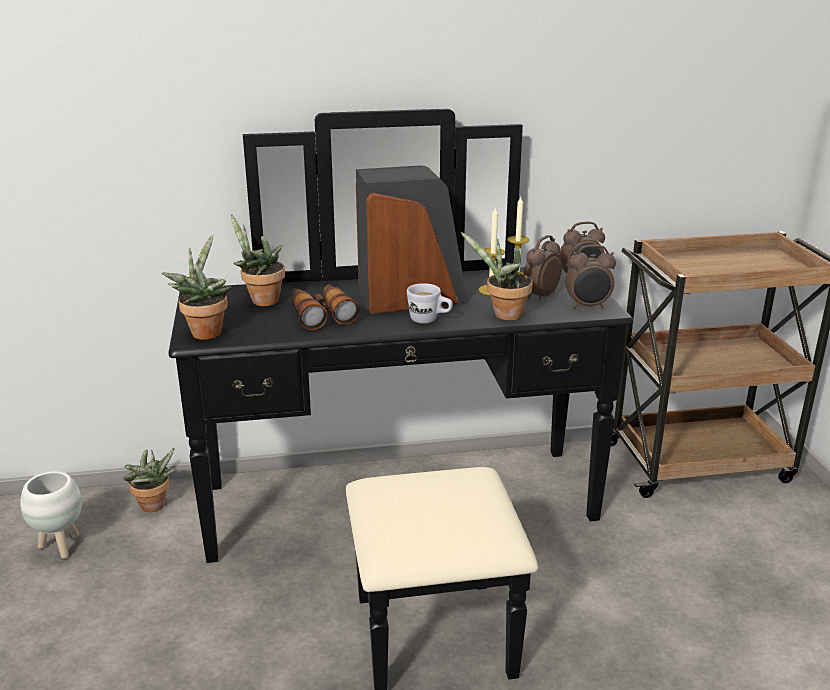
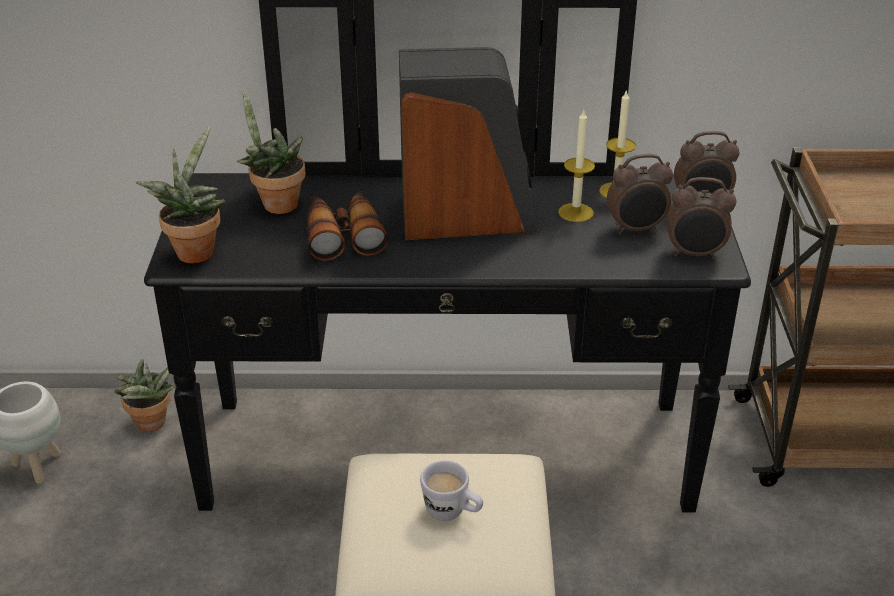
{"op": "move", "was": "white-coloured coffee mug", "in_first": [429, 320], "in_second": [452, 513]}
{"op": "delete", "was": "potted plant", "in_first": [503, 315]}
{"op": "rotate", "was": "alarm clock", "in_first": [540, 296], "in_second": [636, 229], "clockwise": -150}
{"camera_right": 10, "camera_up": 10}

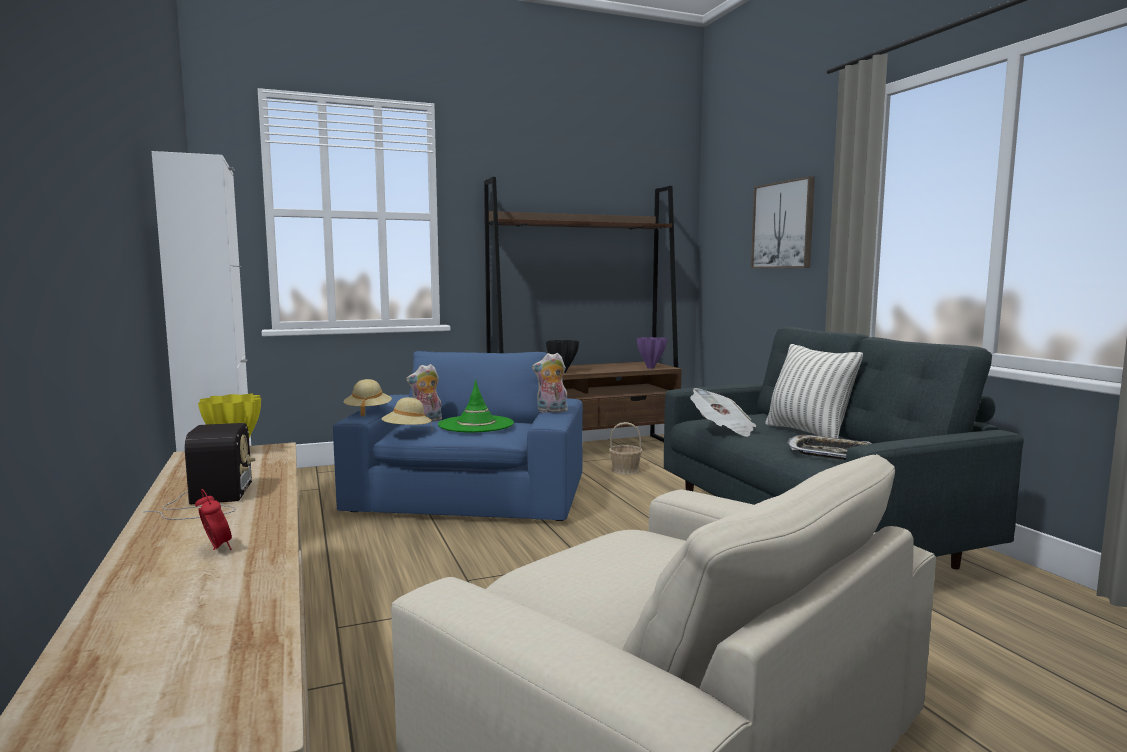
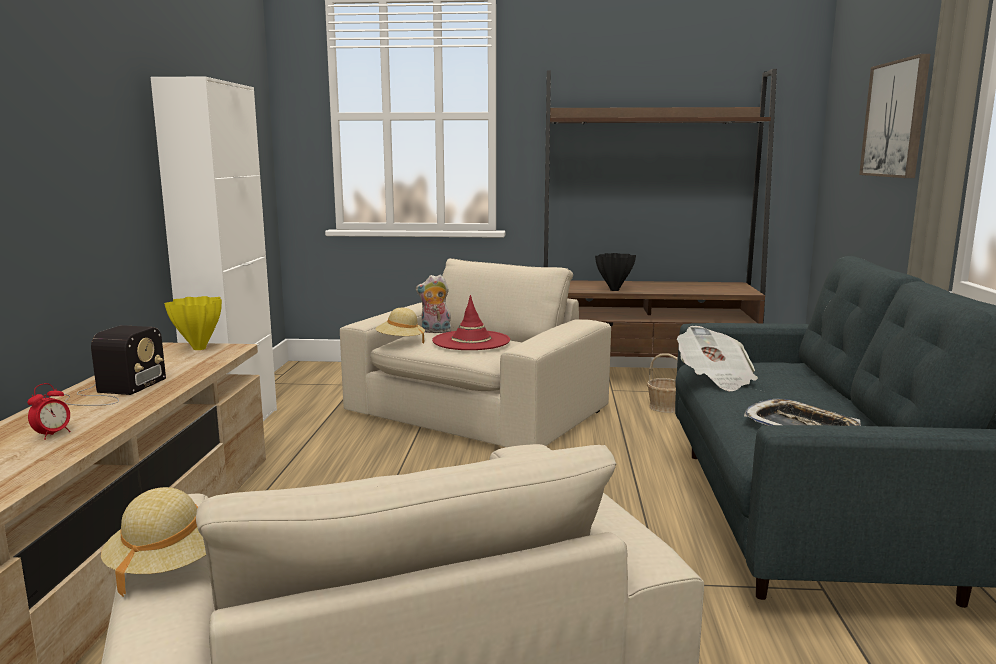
{"op": "rotate", "was": "alarm clock", "in_first": [216, 549], "in_second": [53, 435], "clockwise": 45}
{"op": "recolor", "was": "blue lounge chair", "now": "beige lounge chair", "in_first": [470, 496], "in_second": [476, 412]}
{"op": "move", "was": "beige wearable hat", "in_first": [368, 411], "in_second": [169, 565]}
{"op": "recolor", "was": "green wearable hat", "now": "reddish wearable hat", "in_first": [476, 424], "in_second": [471, 341]}
{"op": "delete", "was": "soft toy", "in_first": [551, 411]}
{"op": "delete", "was": "purple-coloured decorative vase", "in_first": [651, 368]}
{"op": "delete", "was": "throw pillow", "in_first": [808, 433]}
{"camera_right": 25, "camera_up": 5}

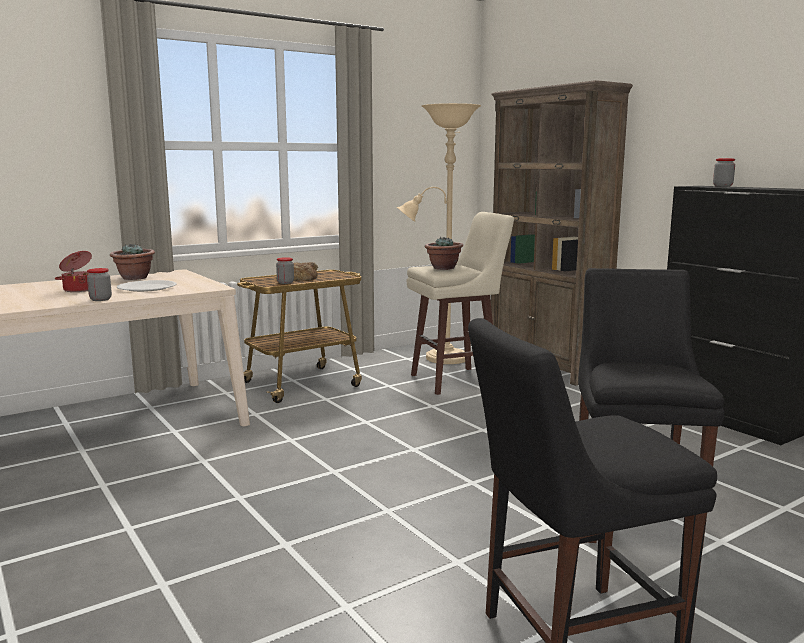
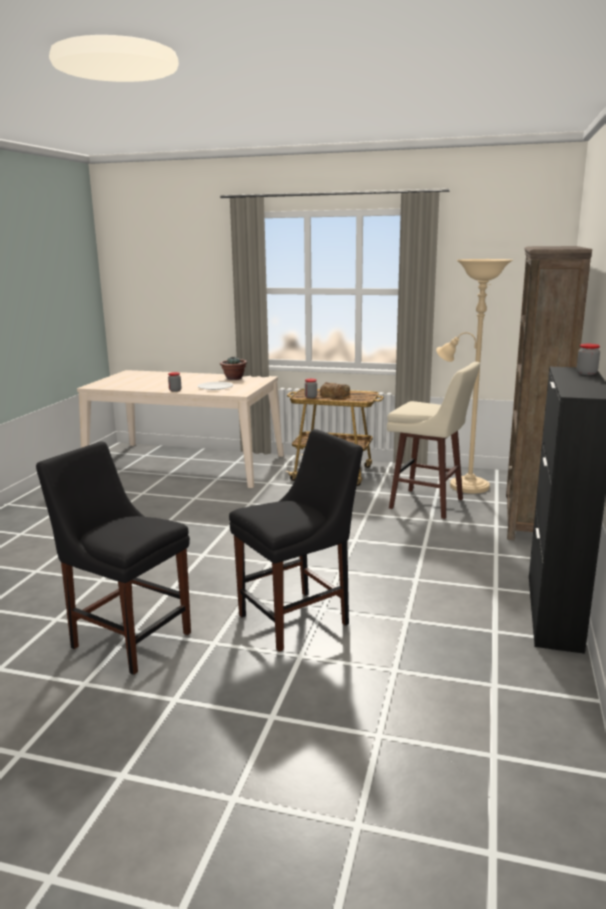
{"op": "delete", "was": "cooking pot", "in_first": [79, 290]}
{"op": "delete", "was": "potted plant", "in_first": [443, 268]}
{"camera_right": 50, "camera_up": 5}

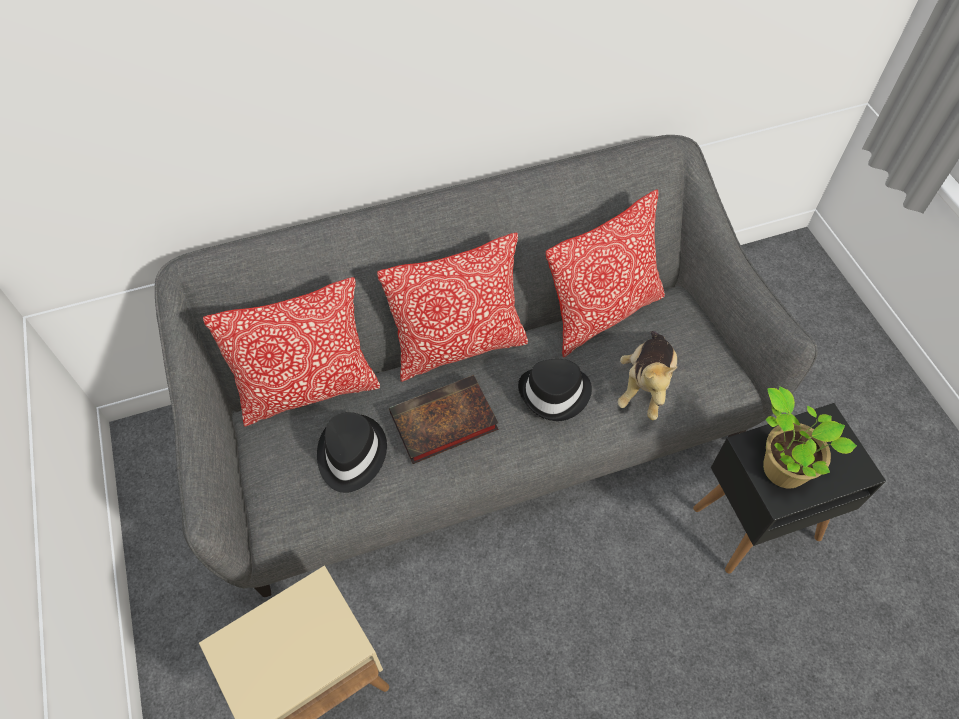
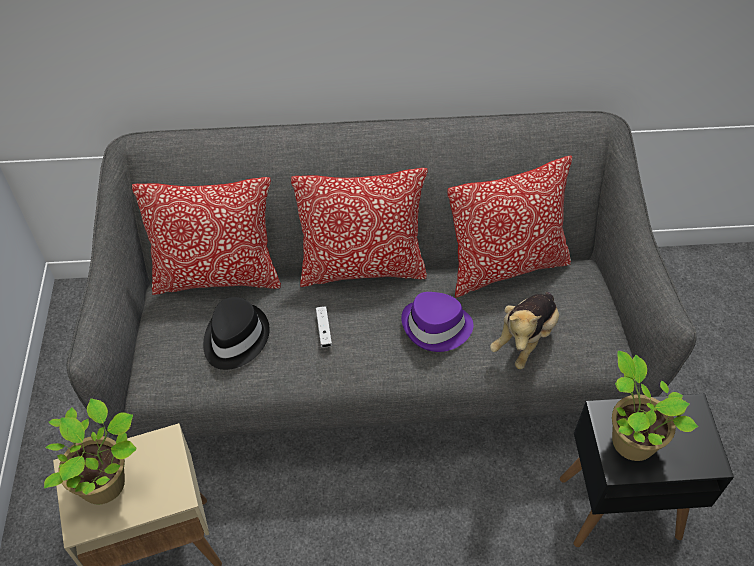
{"op": "replace", "was": "book", "now": "white-coloured game controller", "in_first": [441, 423], "in_second": [324, 330]}
{"op": "recolor", "was": "blackish wearable hat", "now": "purple-coloured wearable hat", "in_first": [555, 393], "in_second": [436, 327]}
{"op": "insert", "now": "potted plant", "in_second": [106, 482]}
{"camera_right": 15, "camera_up": -5}

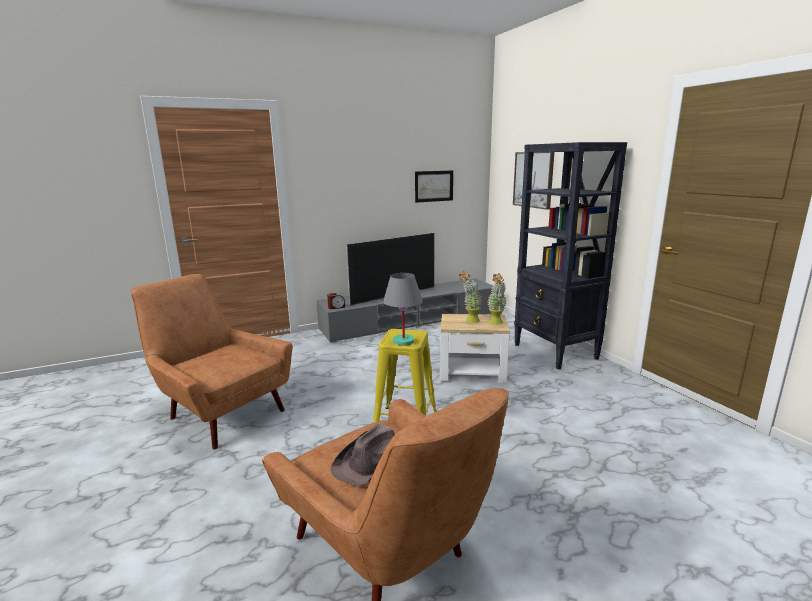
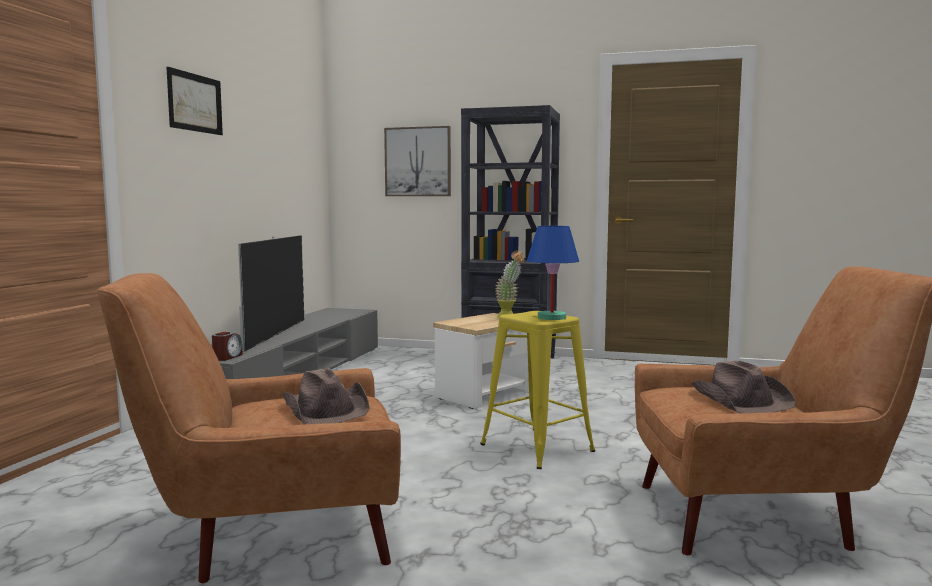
{"op": "recolor", "was": "gray lamp for a table", "now": "blue lamp for a table", "in_first": [403, 341], "in_second": [552, 317]}
{"op": "move", "was": "wall picture", "in_first": [434, 186], "in_second": [195, 103]}
{"op": "delete", "was": "potted plant", "in_first": [469, 321]}
{"op": "insert", "now": "brown wearable hat", "in_second": [327, 410]}
{"camera_right": -50, "camera_up": -10}

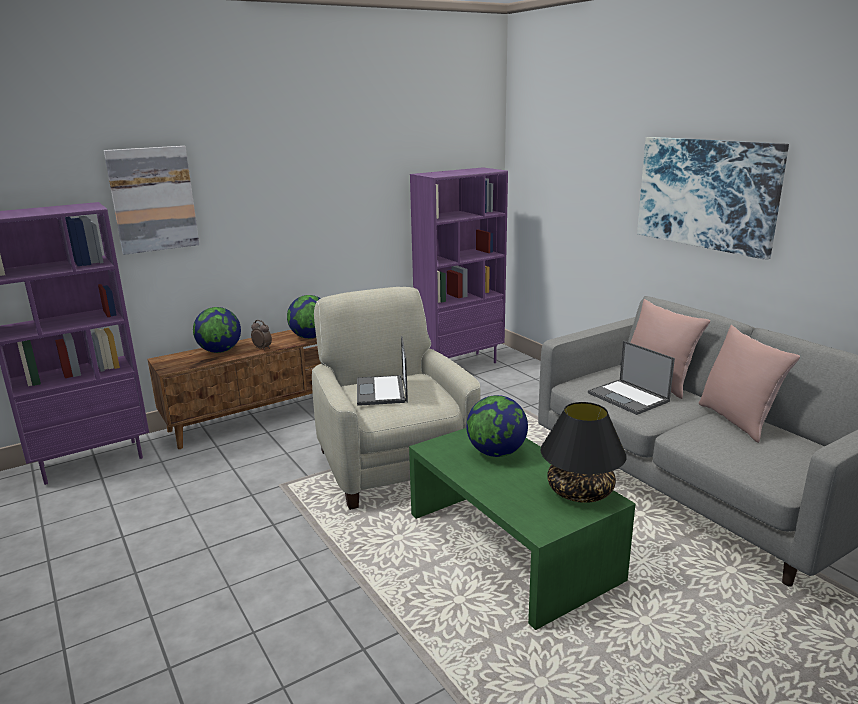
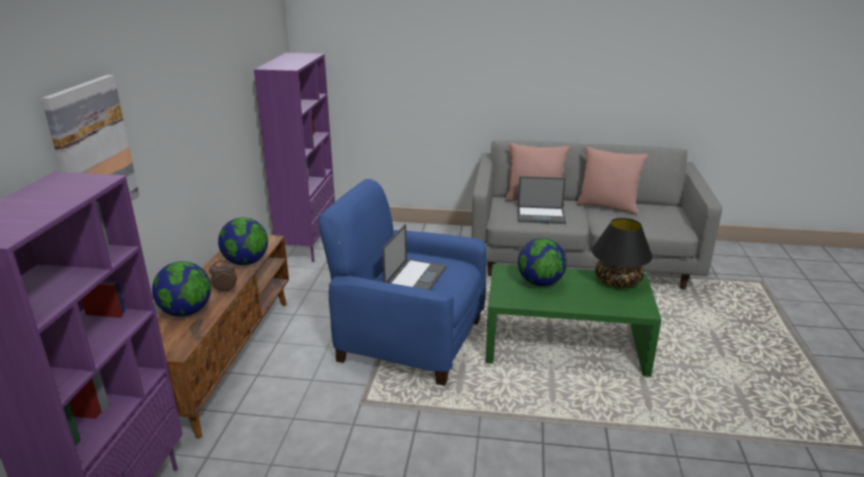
{"op": "recolor", "was": "beige lounge chair", "now": "blue lounge chair", "in_first": [394, 464], "in_second": [409, 339]}
{"op": "rotate", "was": "laptop", "in_first": [382, 391], "in_second": [415, 276], "clockwise": -105}
{"op": "delete", "was": "wall picture", "in_first": [706, 193]}
{"camera_right": -50, "camera_up": 5}

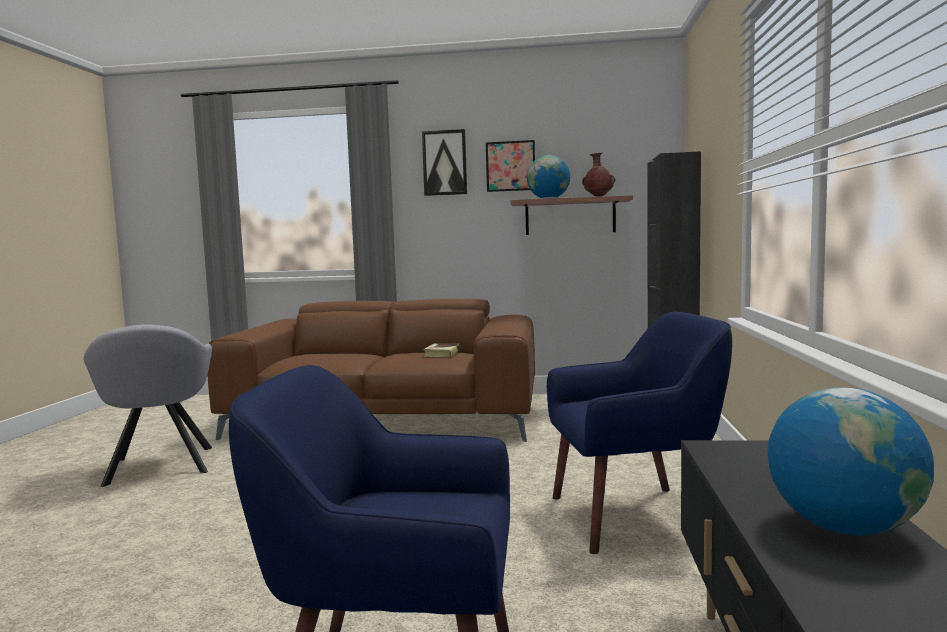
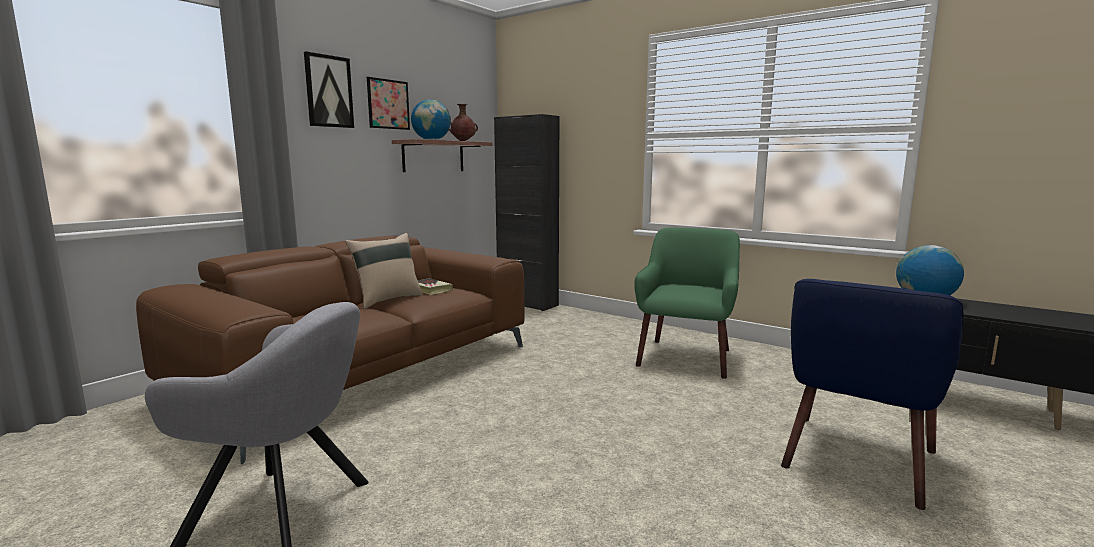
{"op": "recolor", "was": "blue lounge chair", "now": "green lounge chair", "in_first": [635, 516], "in_second": [686, 357]}
{"op": "insert", "now": "beige throw pillow", "in_second": [387, 300]}
{"camera_right": -60, "camera_up": 5}

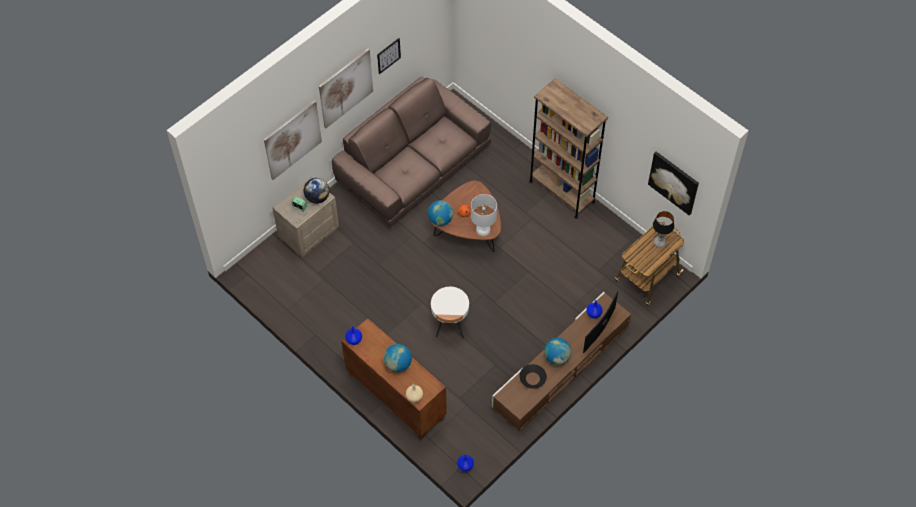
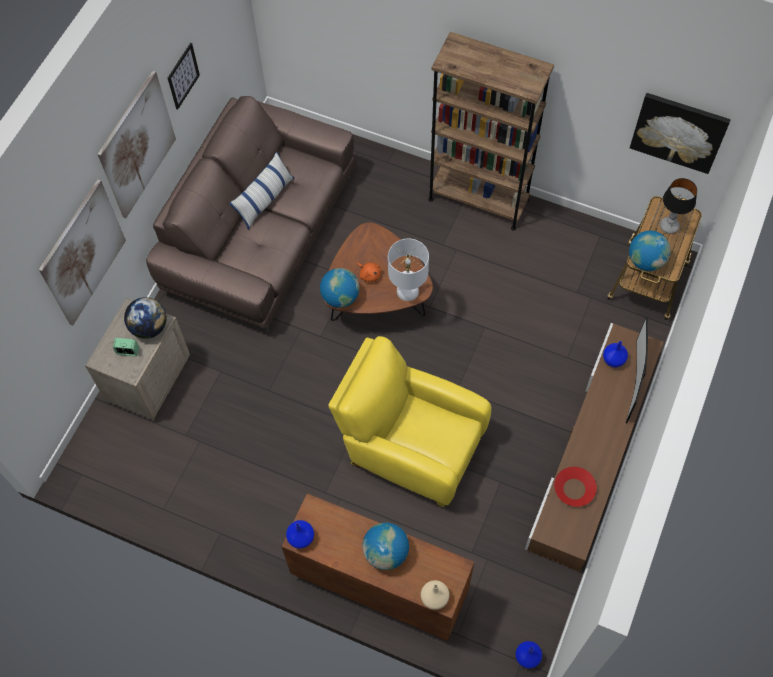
{"op": "replace", "was": "white-coloured side table", "now": "yellow lounge chair", "in_first": [450, 325], "in_second": [411, 446]}
{"op": "recolor", "was": "blackish serving bowl", "now": "reddish serving bowl", "in_first": [532, 378], "in_second": [574, 489]}
{"op": "move", "was": "world globe", "in_first": [557, 357], "in_second": [645, 261]}
{"op": "insert", "now": "throw pillow", "in_second": [264, 199]}
{"camera_right": -20, "camera_up": 5}

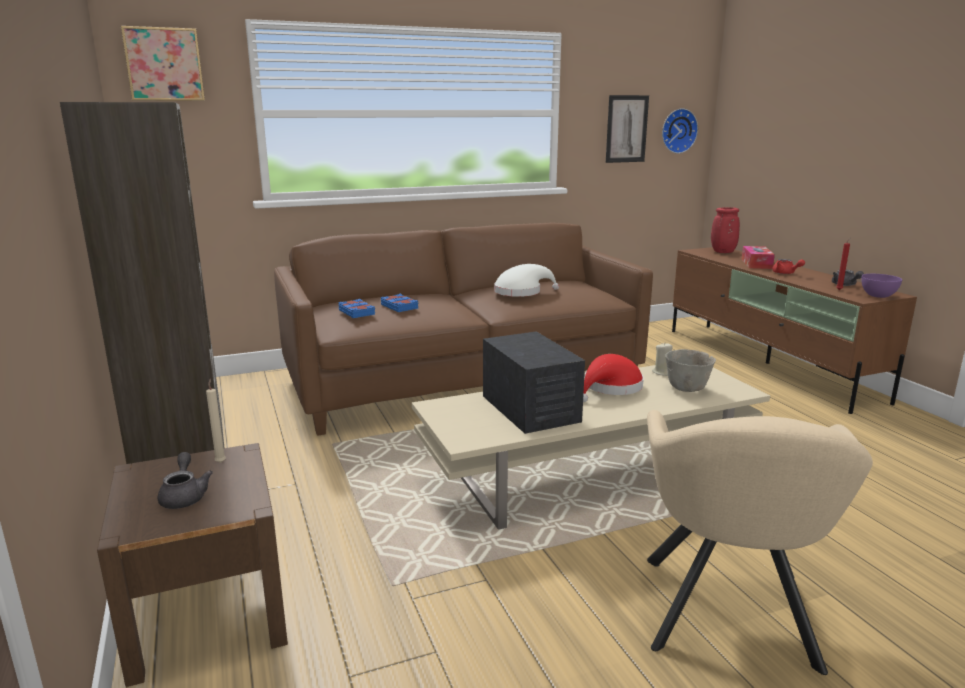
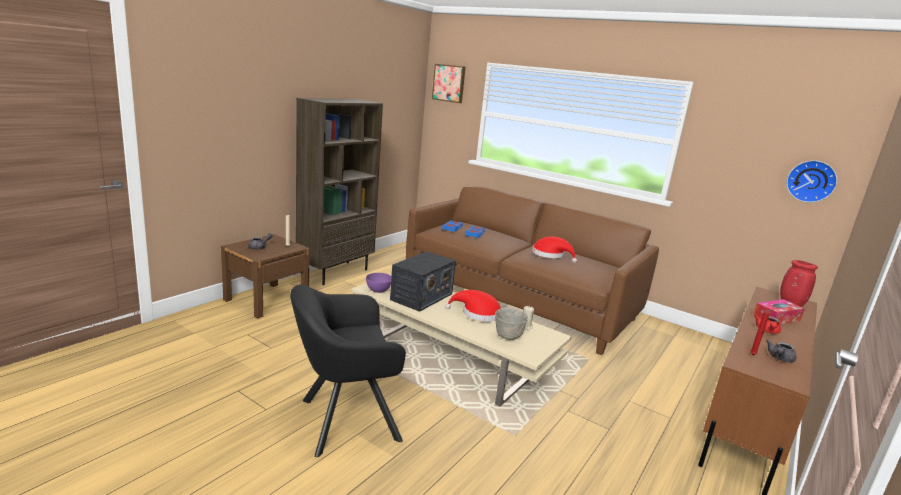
{"op": "recolor", "was": "white-coloured wearable hat", "now": "reddish wearable hat", "in_first": [521, 292], "in_second": [550, 255]}
{"op": "delete", "was": "wall picture", "in_first": [626, 129]}
{"op": "recolor", "was": "beige lounge chair", "now": "blackish lounge chair", "in_first": [728, 618], "in_second": [343, 420]}
{"op": "move", "was": "purple-coloured serving bowl", "in_first": [878, 296], "in_second": [378, 290]}
{"camera_right": 55, "camera_up": 0}

